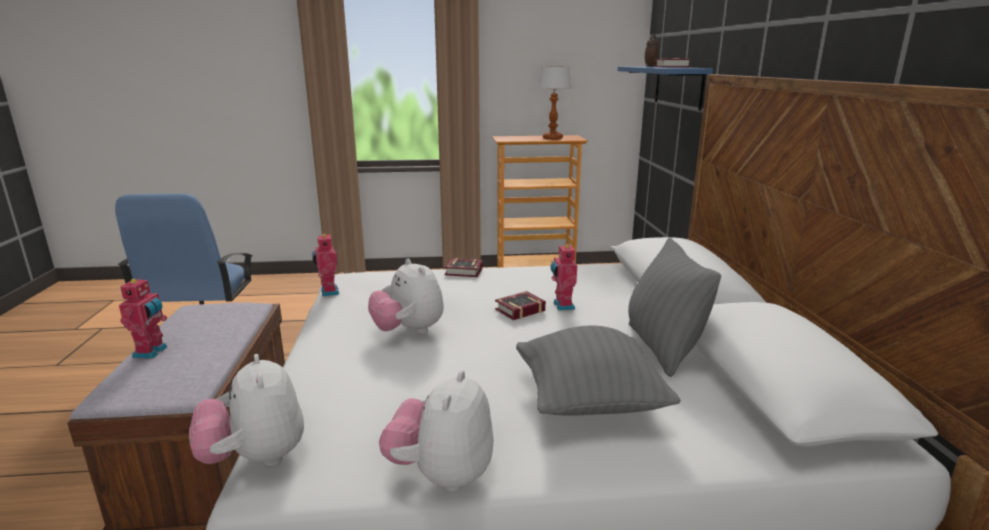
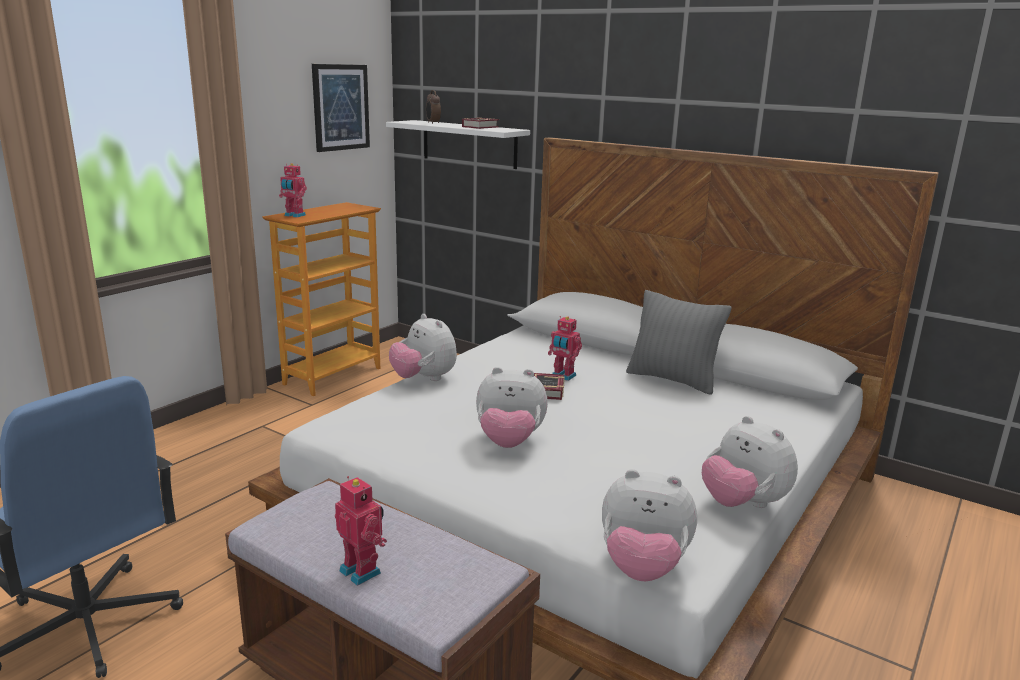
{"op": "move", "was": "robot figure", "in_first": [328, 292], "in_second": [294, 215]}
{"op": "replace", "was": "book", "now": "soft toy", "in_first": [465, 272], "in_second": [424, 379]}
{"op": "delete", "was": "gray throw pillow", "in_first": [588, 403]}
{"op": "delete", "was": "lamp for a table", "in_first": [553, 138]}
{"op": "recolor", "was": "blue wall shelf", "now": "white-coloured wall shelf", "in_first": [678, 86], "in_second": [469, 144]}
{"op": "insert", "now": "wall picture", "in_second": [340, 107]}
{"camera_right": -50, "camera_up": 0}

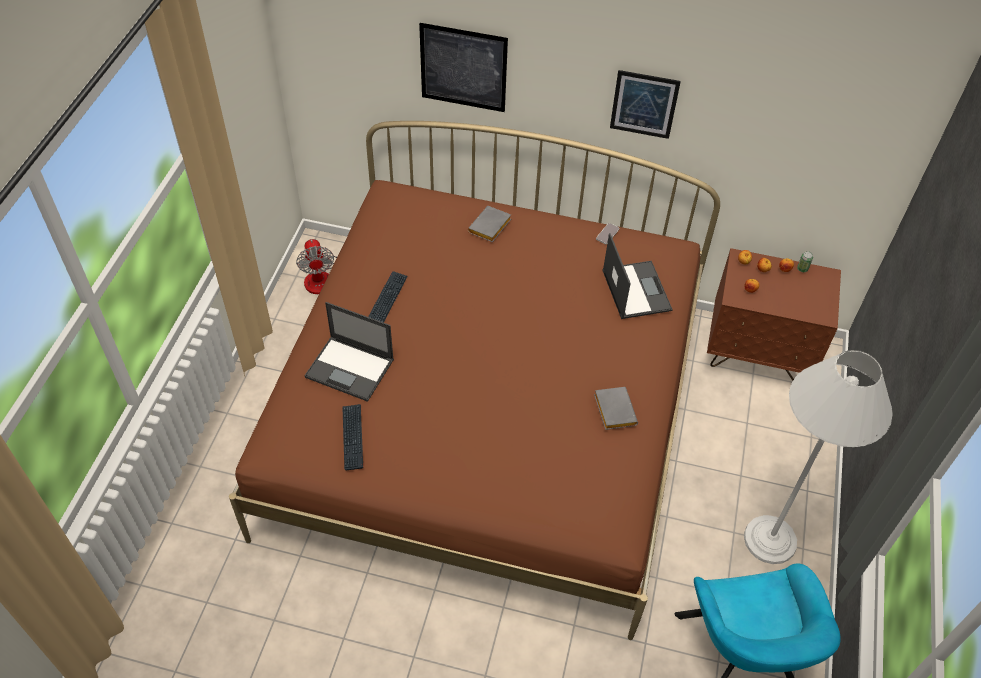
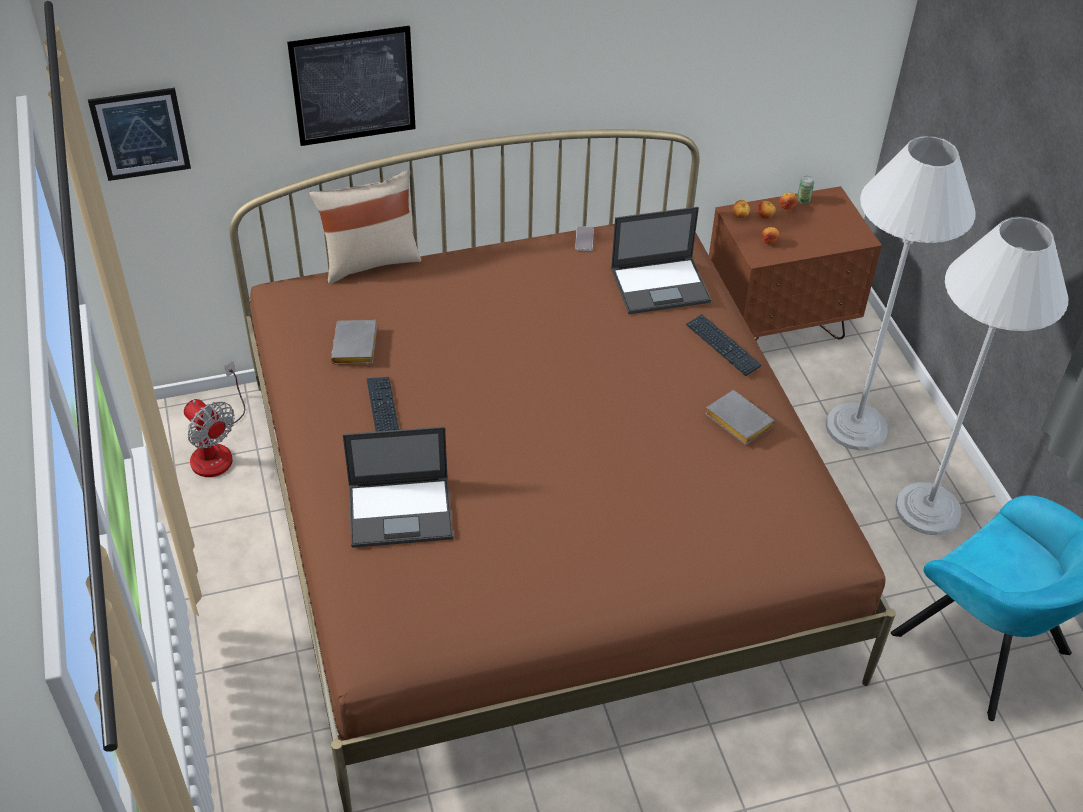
{"op": "move", "was": "computer keyboard", "in_first": [353, 437], "in_second": [722, 346]}
{"op": "move", "was": "gray book", "in_first": [490, 228], "in_second": [356, 348]}
{"op": "rotate", "was": "laptop", "in_first": [635, 289], "in_second": [661, 285], "clockwise": 120}
{"op": "move", "was": "wall picture", "in_first": [644, 104], "in_second": [140, 134]}
{"op": "insert", "now": "beige throw pillow", "in_second": [370, 261]}
{"op": "insert", "now": "white-coloured floor lamp", "in_second": [856, 427]}
{"camera_right": -30, "camera_up": -5}

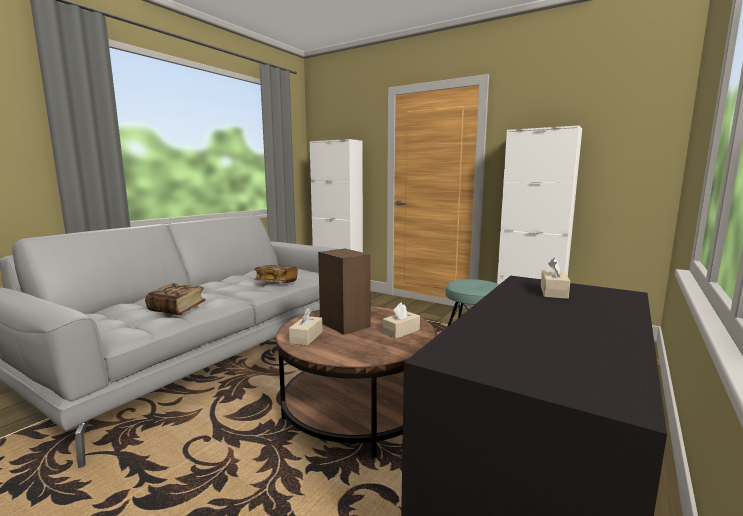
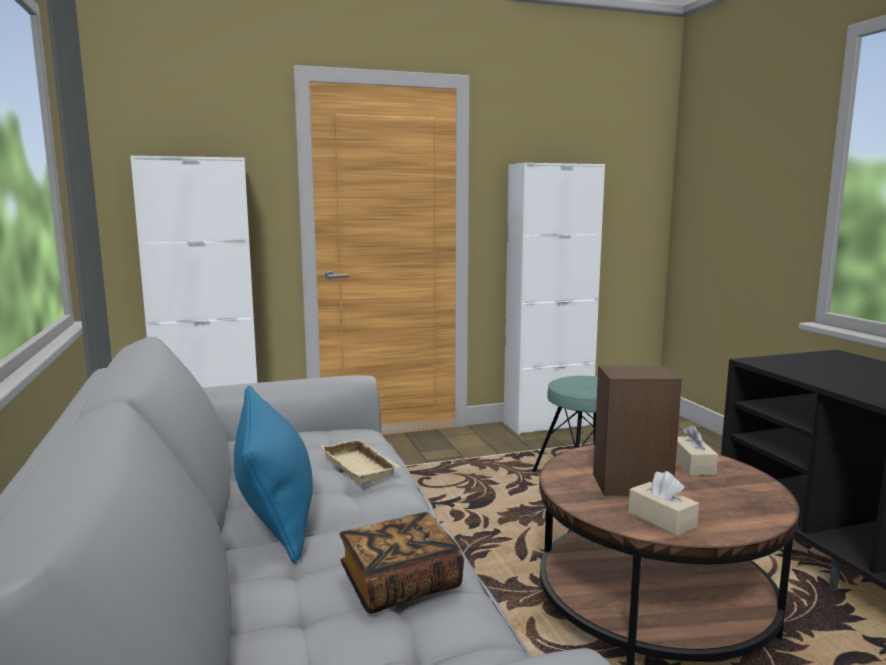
{"op": "replace", "was": "book", "now": "beige tray", "in_first": [276, 282], "in_second": [362, 467]}
{"op": "delete", "was": "beige box of tissues", "in_first": [553, 292]}
{"op": "insert", "now": "blue throw pillow", "in_second": [275, 512]}
{"camera_right": -50, "camera_up": 0}

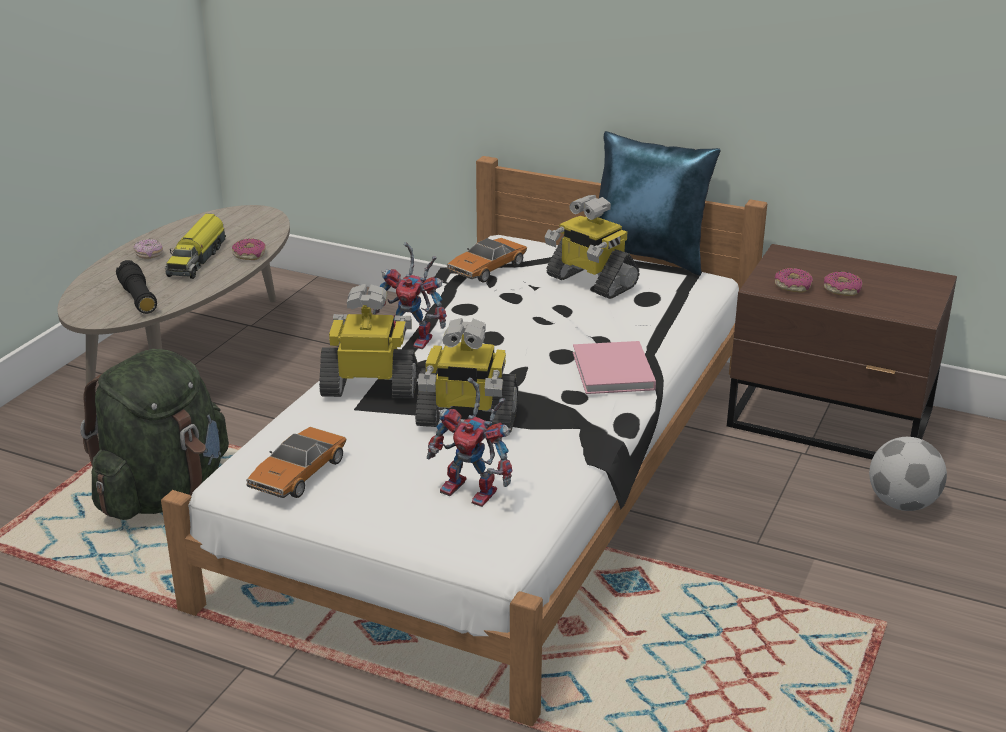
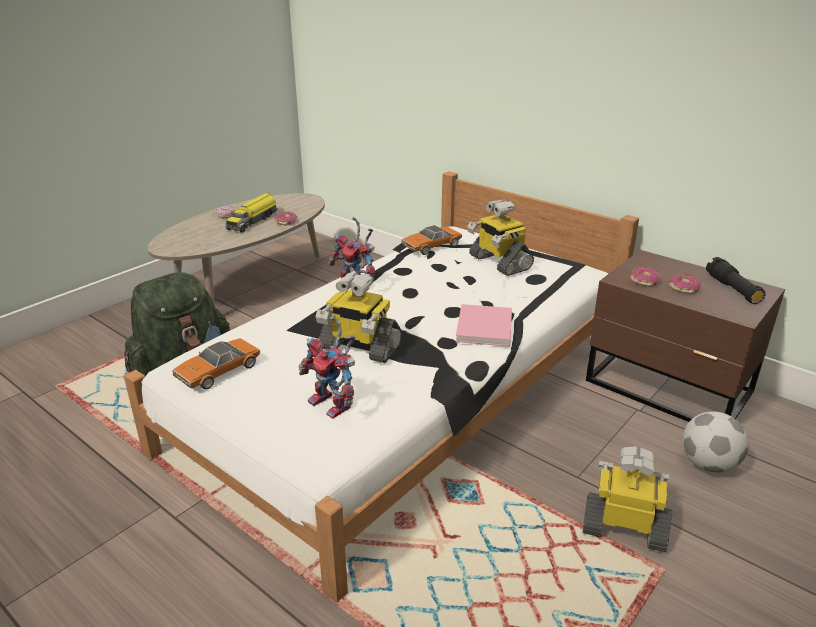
{"op": "move", "was": "blackish torch", "in_first": [138, 298], "in_second": [732, 289]}
{"op": "move", "was": "robot figure", "in_first": [371, 386], "in_second": [624, 527]}
{"op": "delete", "was": "blue throw pillow", "in_first": [648, 256]}
{"camera_right": 15, "camera_up": 0}

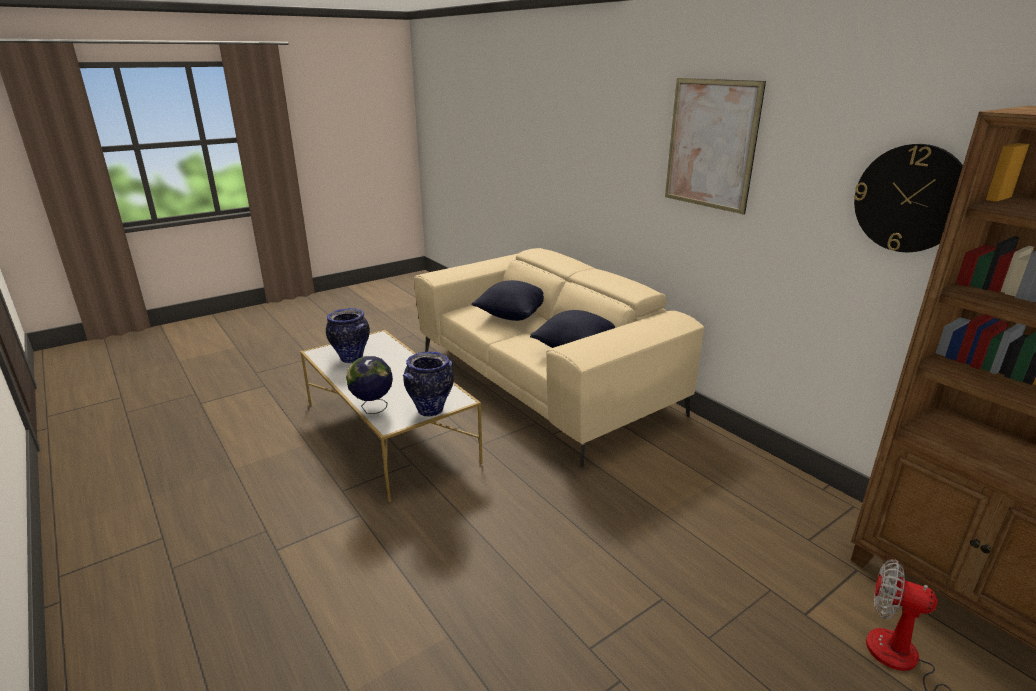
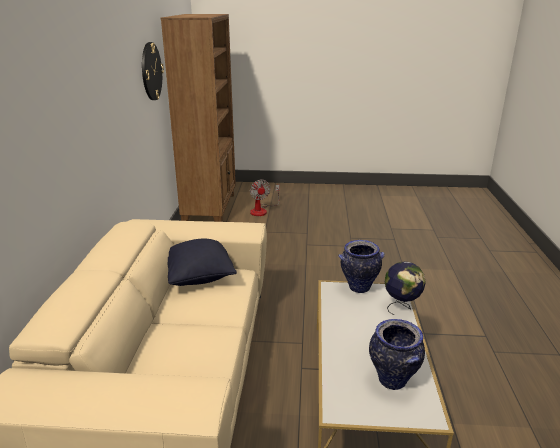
{"op": "delete", "was": "blackish throw pillow", "in_first": [513, 315]}
{"op": "delete", "was": "wall picture", "in_first": [710, 144]}
{"camera_right": -140, "camera_up": 0}

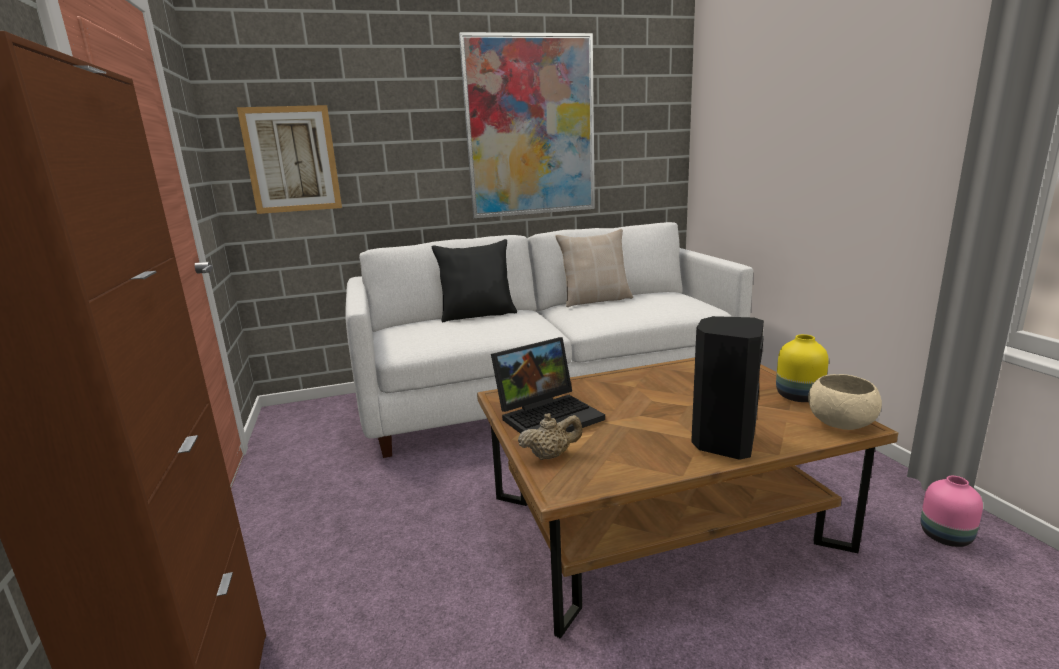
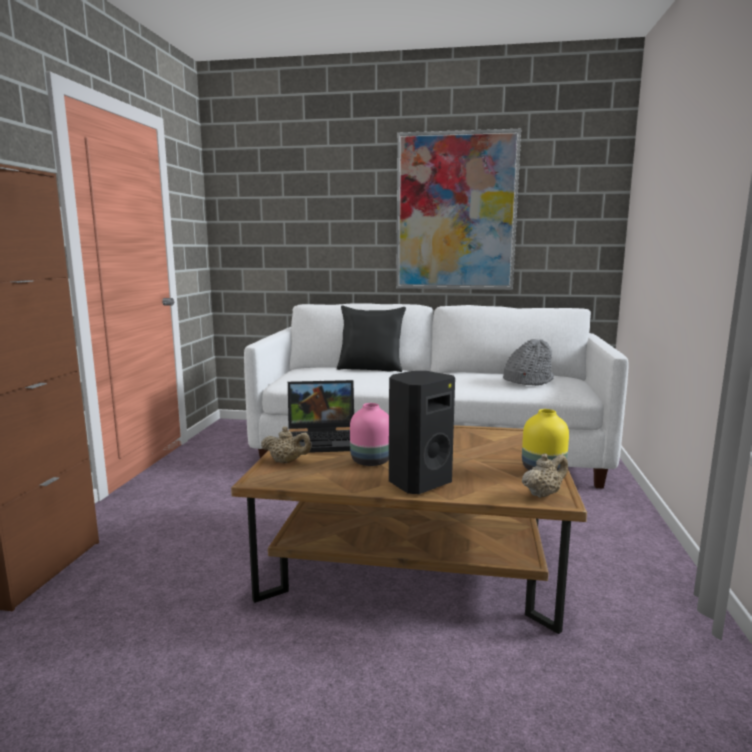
{"op": "delete", "was": "wall picture", "in_first": [292, 160]}
{"op": "delete", "was": "beige throw pillow", "in_first": [595, 300]}
{"op": "replace", "was": "beige serving bowl", "now": "beige teapot", "in_first": [840, 423], "in_second": [543, 494]}
{"op": "move", "was": "pinkish decorative vase", "in_first": [946, 537], "in_second": [370, 462]}
{"op": "insert", "now": "gray wearable hat", "in_second": [527, 381]}
{"camera_right": 25, "camera_up": -5}

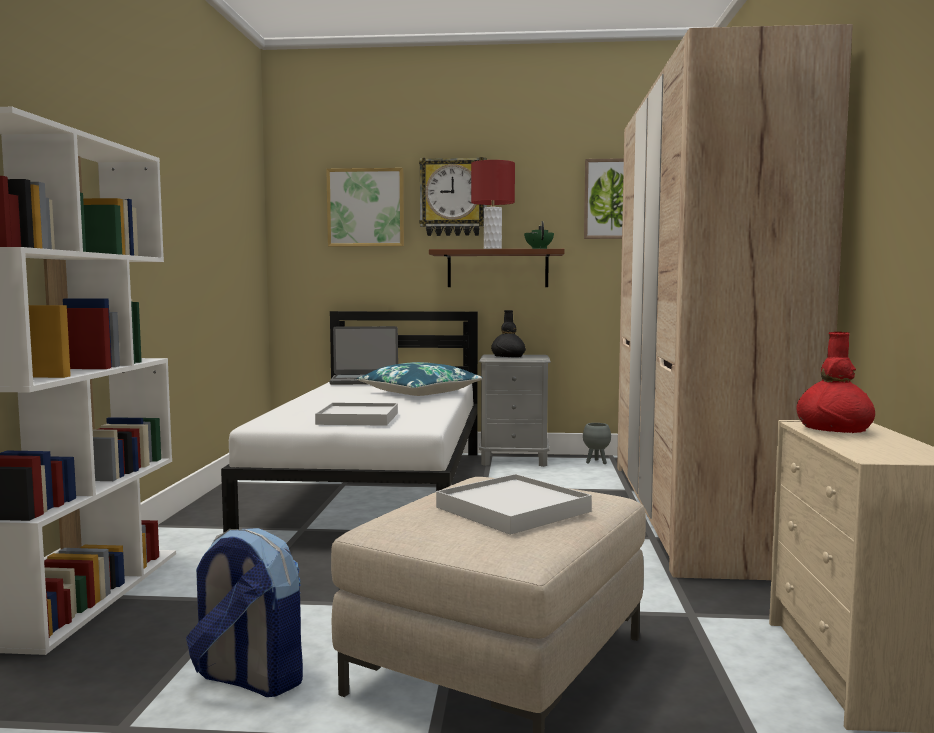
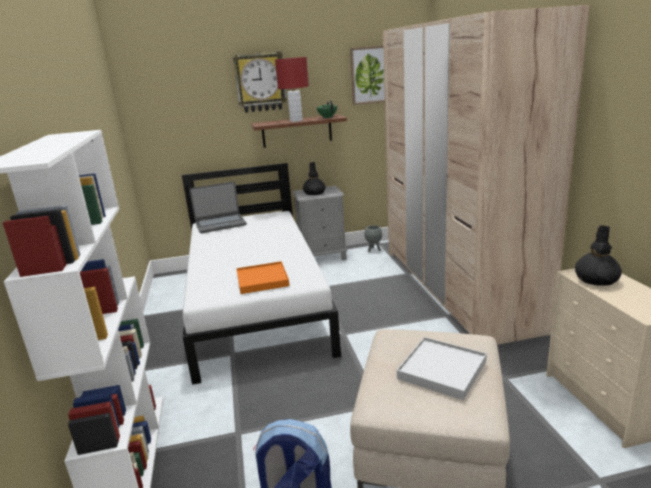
{"op": "recolor", "was": "white-coloured tray", "now": "orange tray", "in_first": [358, 419], "in_second": [262, 280]}
{"op": "delete", "was": "wall picture", "in_first": [366, 207]}
{"op": "delete", "was": "blue throw pillow", "in_first": [419, 392]}
{"op": "recolor", "was": "reddish decorative vase", "now": "blackish decorative vase", "in_first": [833, 430], "in_second": [596, 280]}
{"camera_right": -15, "camera_up": 15}

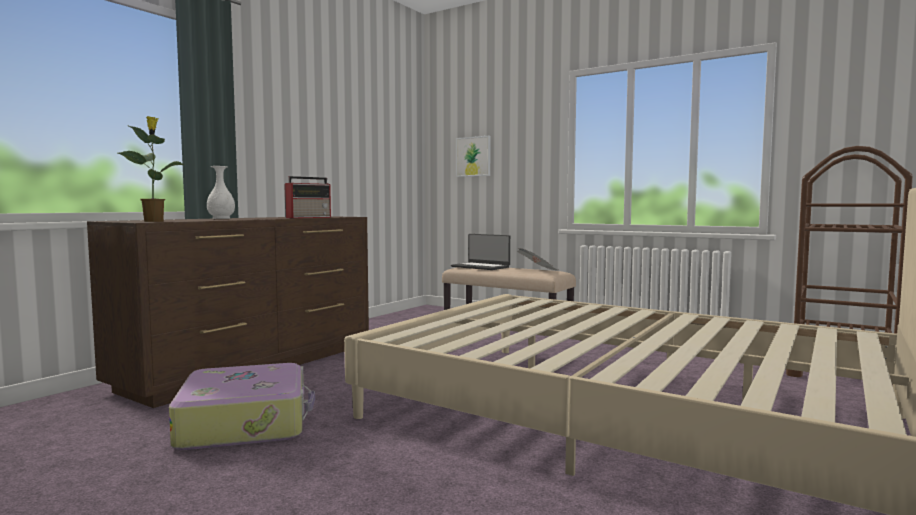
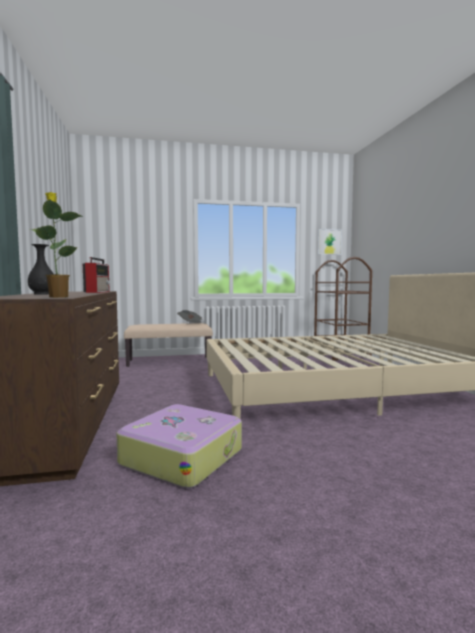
{"op": "recolor", "was": "white-coloured decorative vase", "now": "blackish decorative vase", "in_first": [221, 218], "in_second": [43, 294]}
{"op": "delete", "was": "laptop", "in_first": [480, 267]}
{"op": "move", "was": "wall picture", "in_first": [473, 156], "in_second": [329, 242]}
{"camera_right": -45, "camera_up": 0}

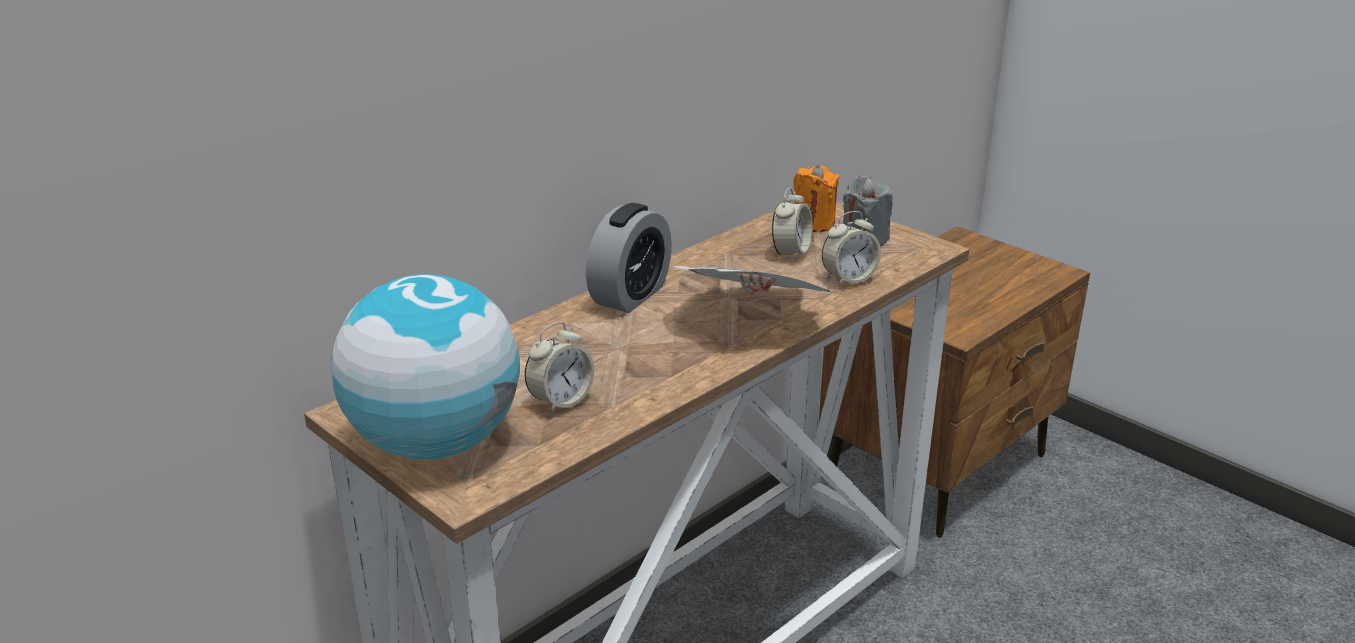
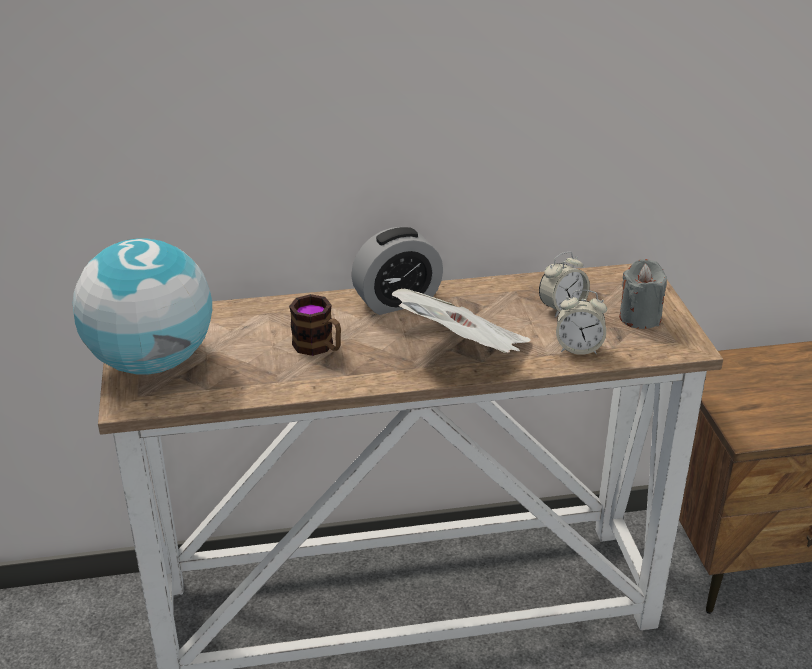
{"op": "delete", "was": "alarm clock", "in_first": [561, 401]}
{"op": "delete", "was": "orange candle", "in_first": [813, 223]}
{"op": "insert", "now": "coffee mug", "in_second": [319, 347]}
{"camera_right": 35, "camera_up": 5}

